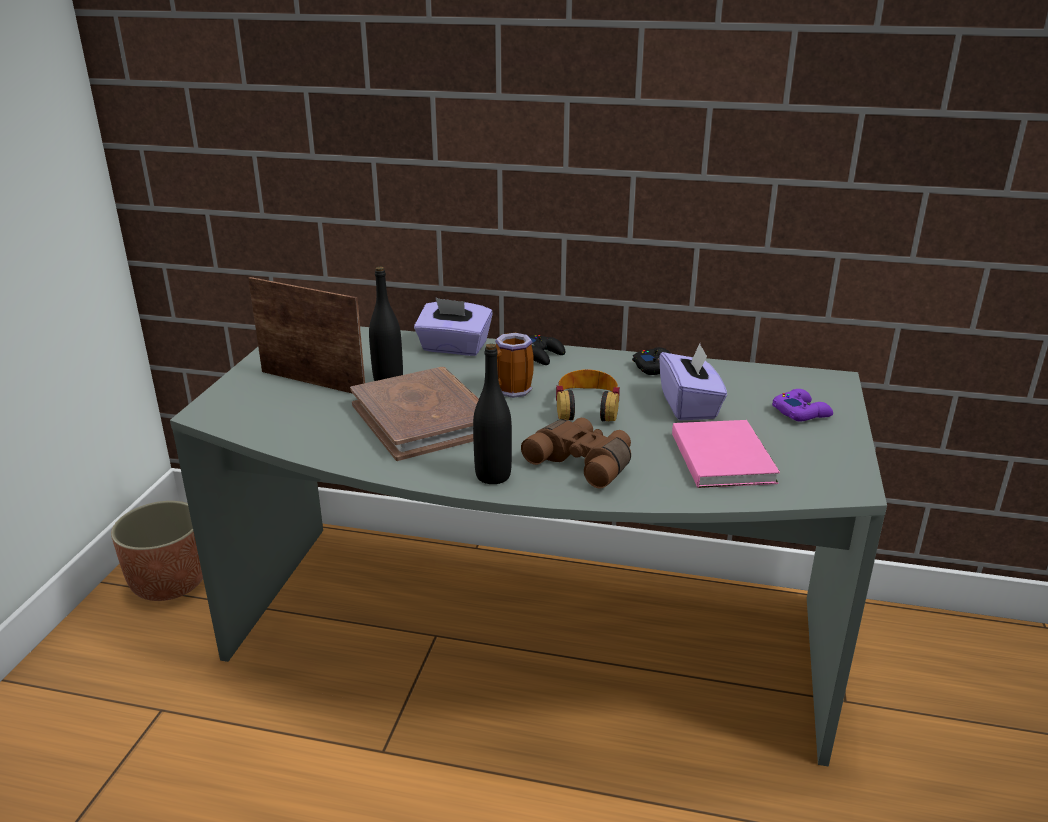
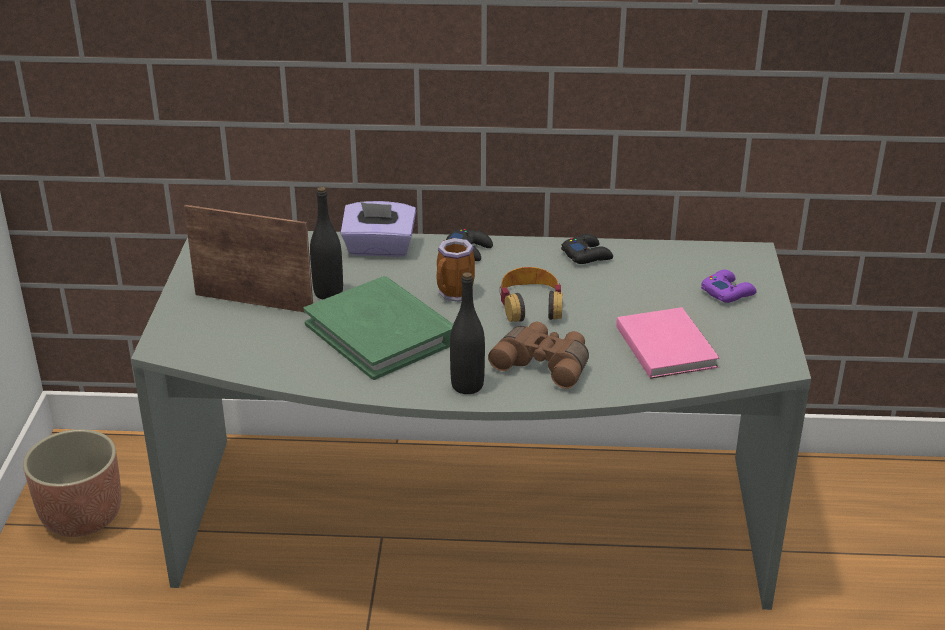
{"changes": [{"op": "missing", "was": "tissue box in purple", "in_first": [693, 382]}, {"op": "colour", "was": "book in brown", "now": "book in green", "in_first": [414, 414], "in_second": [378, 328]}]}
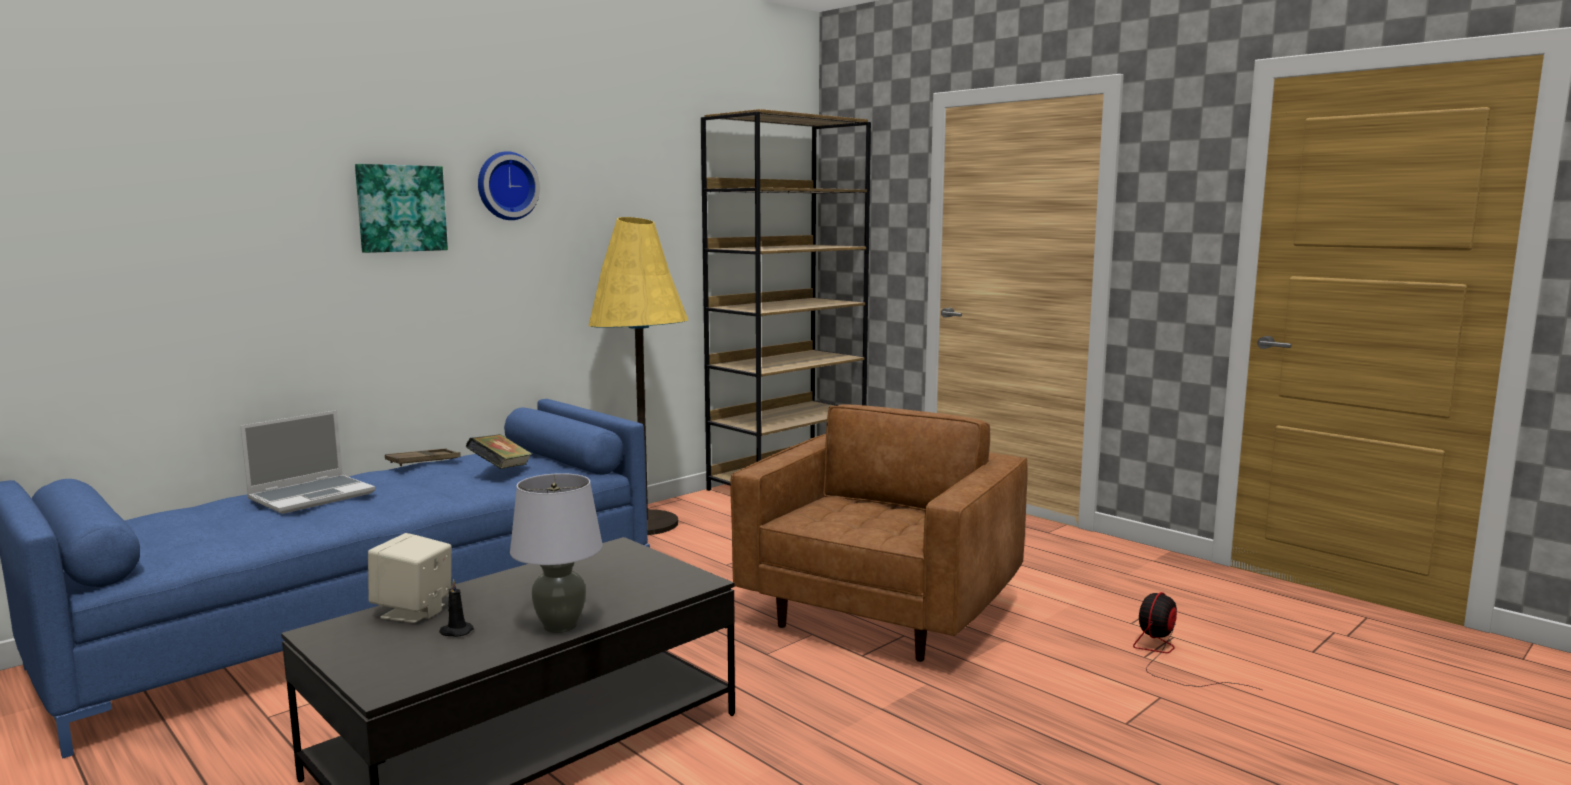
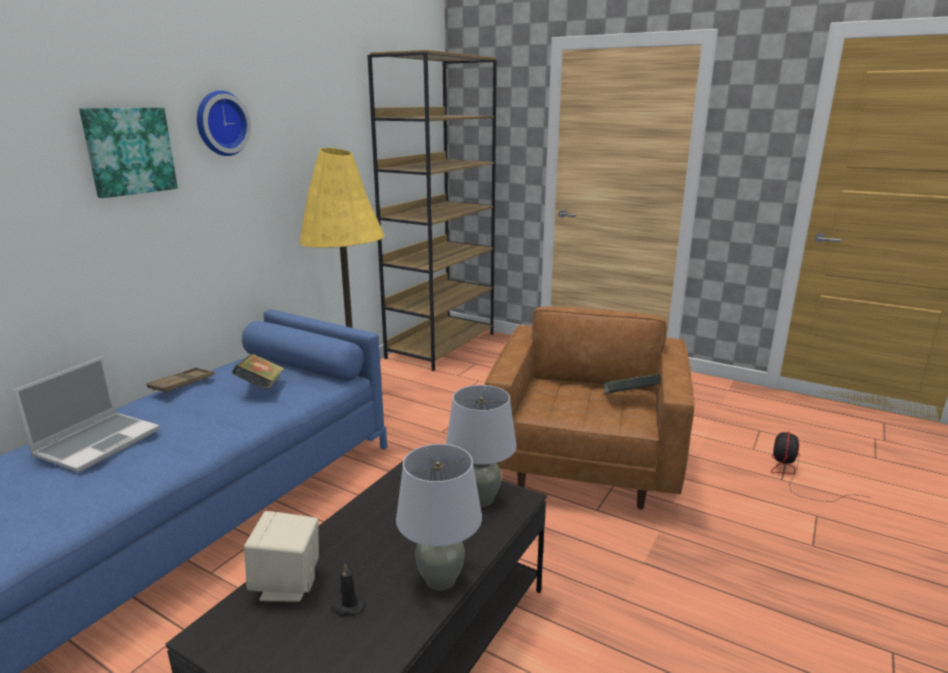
{"changes": [{"op": "appeared", "now": "table lamp in grey", "in_second": [481, 446]}, {"op": "appeared", "now": "book", "in_second": [631, 384]}]}
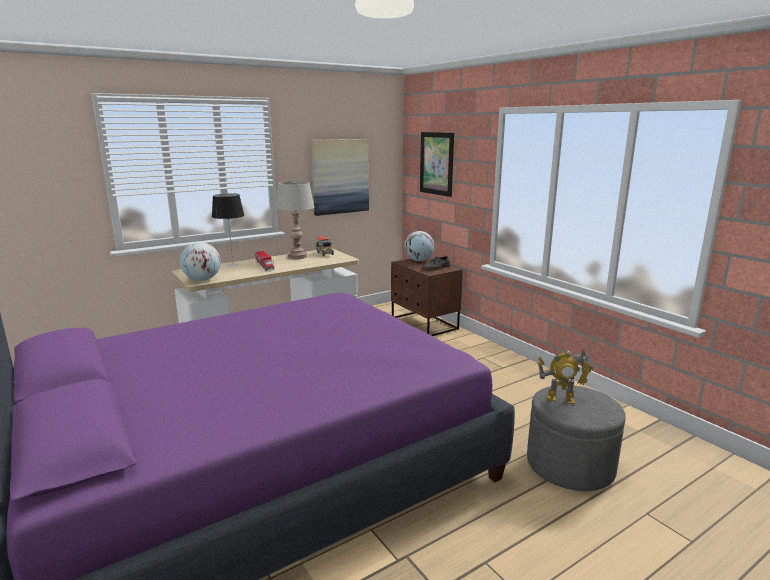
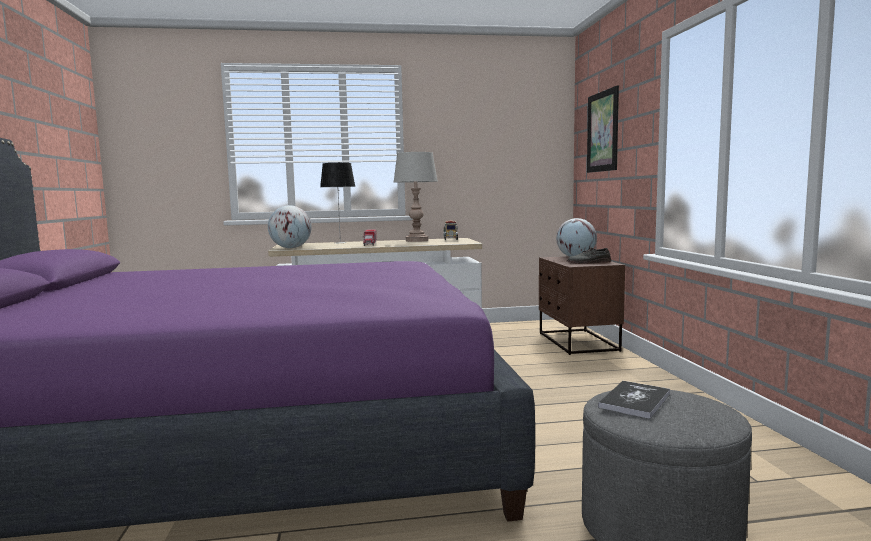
{"changes": [{"op": "missing", "was": "picture", "in_first": [340, 177]}, {"op": "exchanged", "was": "toy robot", "now": "book", "in_first": [565, 376], "in_second": [634, 400]}]}
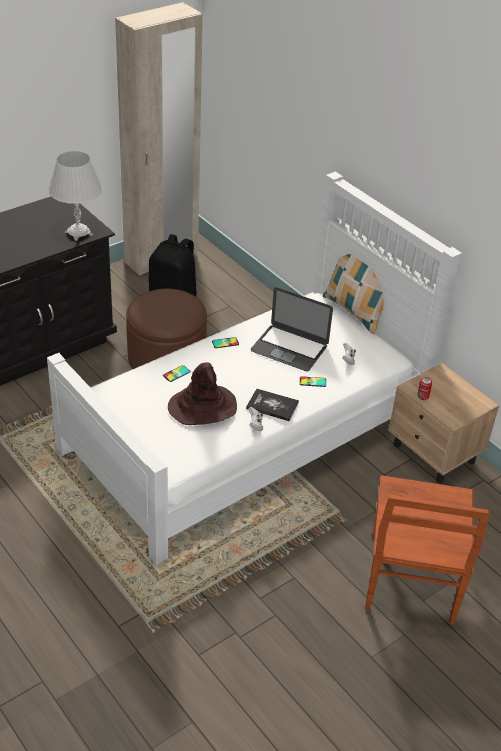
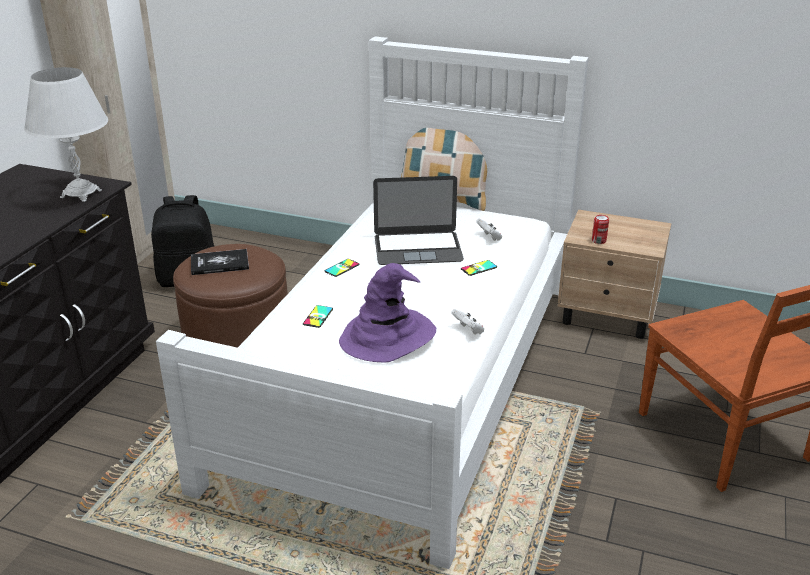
{"changes": [{"op": "relocated", "was": "book", "in_first": [272, 404], "in_second": [220, 262]}, {"op": "colour", "was": "hat in brown", "now": "hat in purple", "in_first": [202, 393], "in_second": [387, 313]}]}
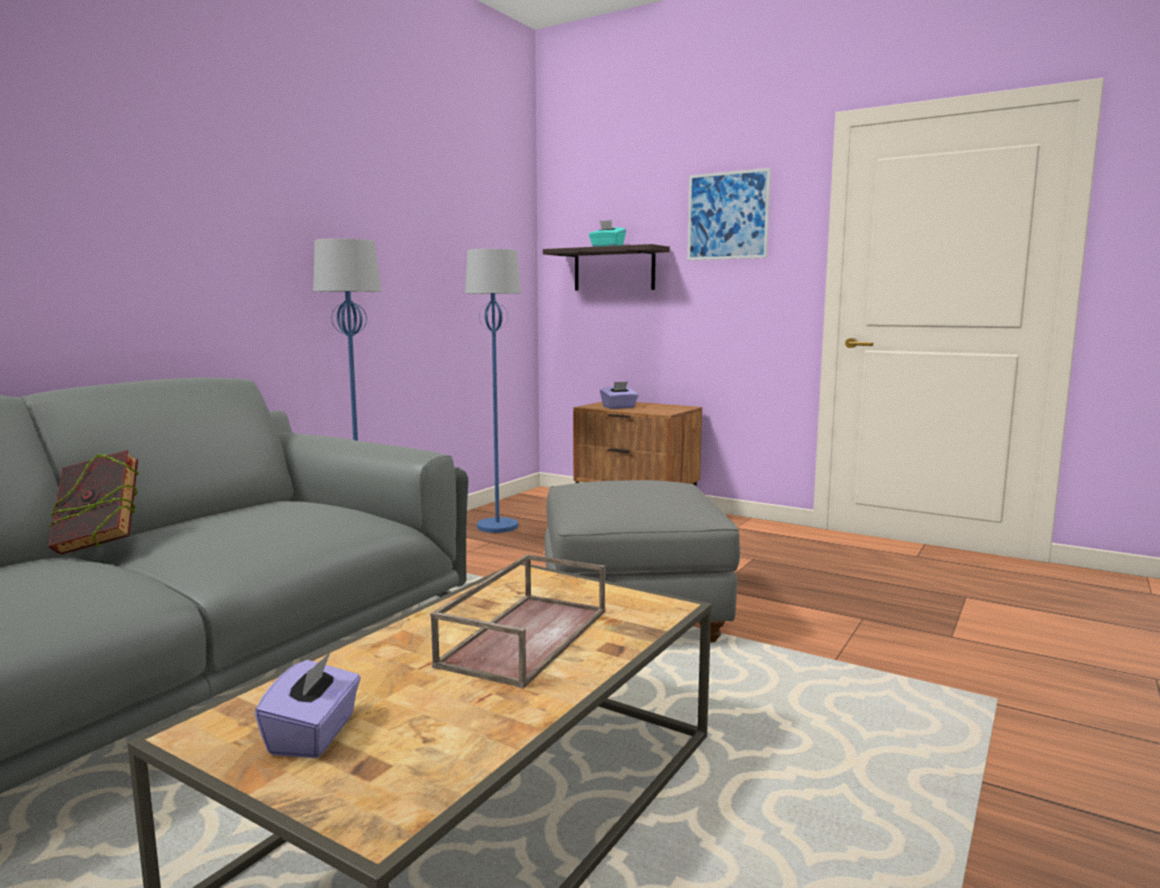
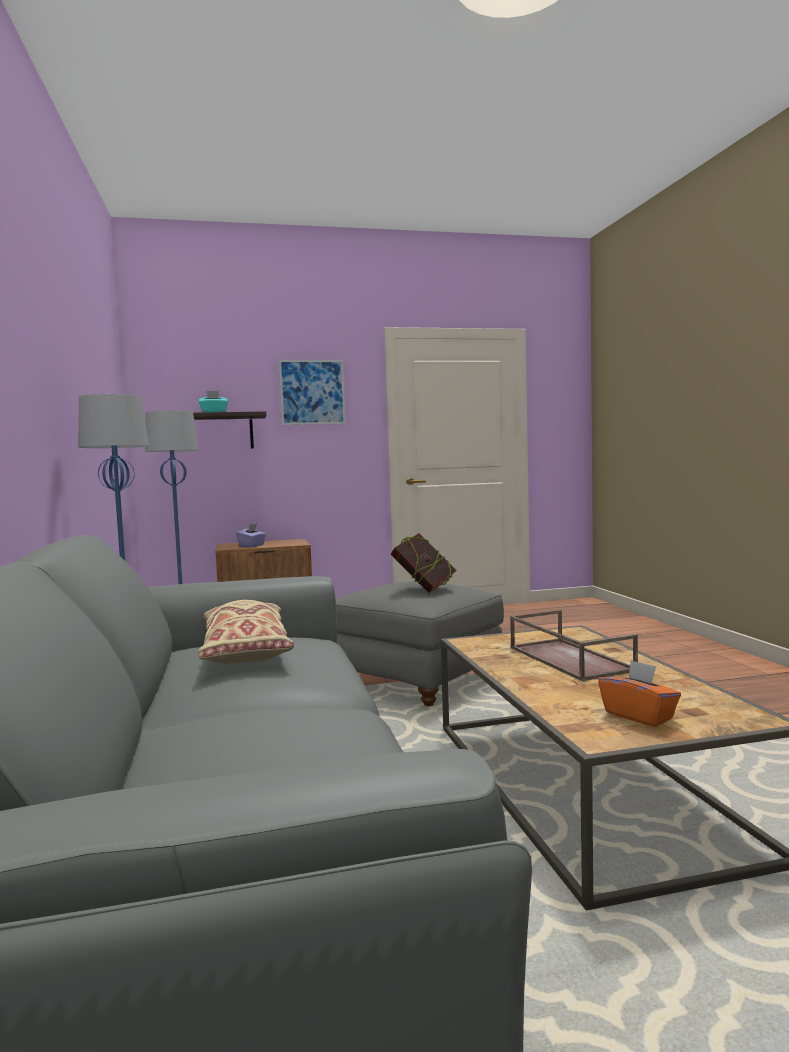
{"changes": [{"op": "appeared", "now": "pillow in beige", "in_second": [246, 632]}, {"op": "relocated", "was": "book", "in_first": [93, 502], "in_second": [424, 563]}, {"op": "colour", "was": "tissue box in purple", "now": "tissue box in orange", "in_first": [308, 705], "in_second": [639, 693]}]}
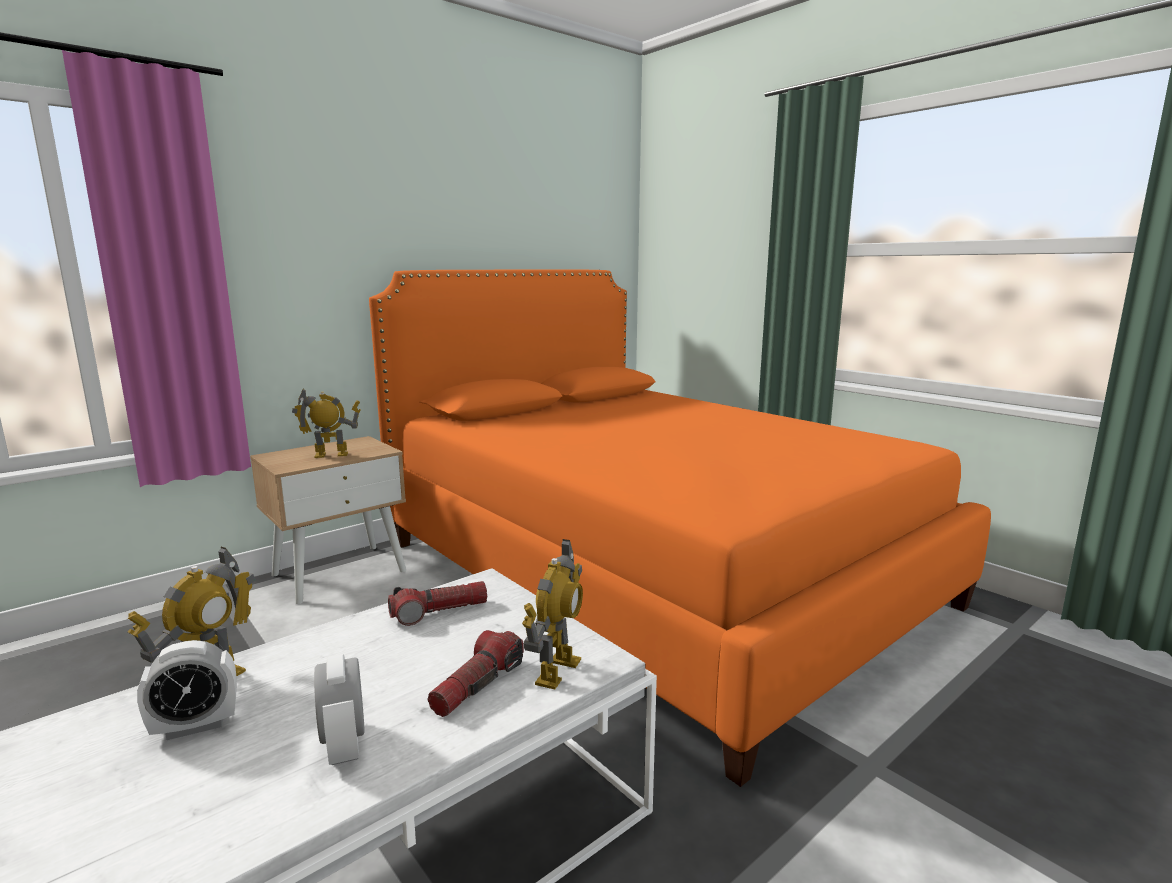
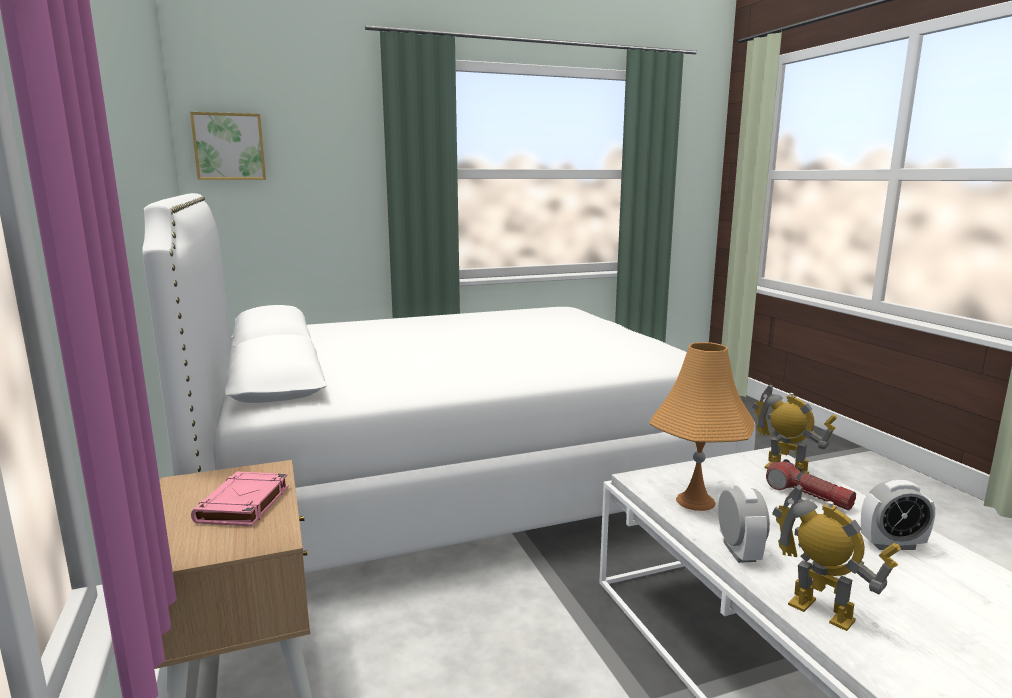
{"changes": [{"op": "appeared", "now": "picture", "in_second": [228, 146]}, {"op": "relocated", "was": "alarm clock", "in_first": [187, 690], "in_second": [744, 523]}, {"op": "exchanged", "was": "toy robot", "now": "book in pink", "in_first": [326, 423], "in_second": [240, 499]}, {"op": "exchanged", "was": "flashlight", "now": "table lamp in orange", "in_first": [437, 603], "in_second": [702, 426]}, {"op": "colour", "was": "bed in orange", "now": "bed in white", "in_first": [680, 528], "in_second": [449, 383]}]}
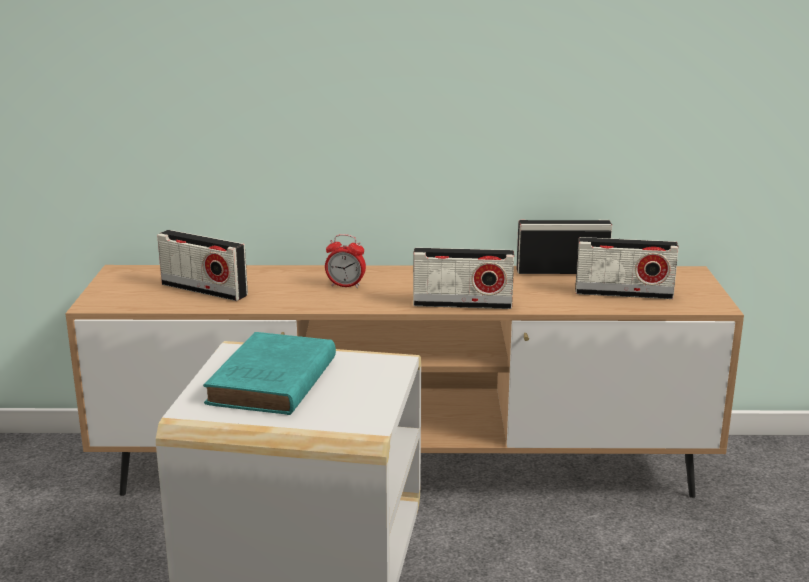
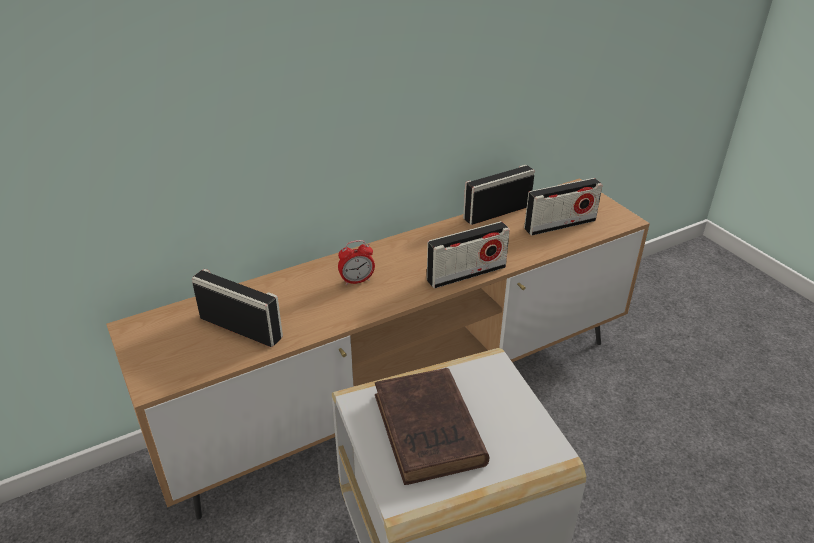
{"changes": [{"op": "colour", "was": "book in turquoise", "now": "book in brown", "in_first": [269, 373], "in_second": [432, 426]}, {"op": "spun", "was": "radio", "in_first": [202, 265], "in_second": [237, 308], "clockwise": -150}]}
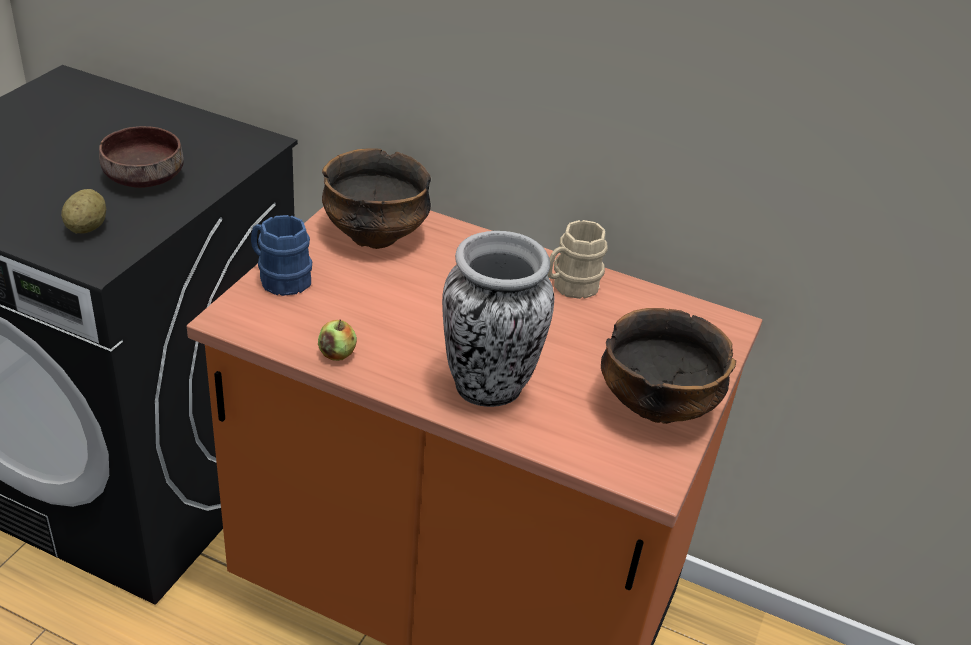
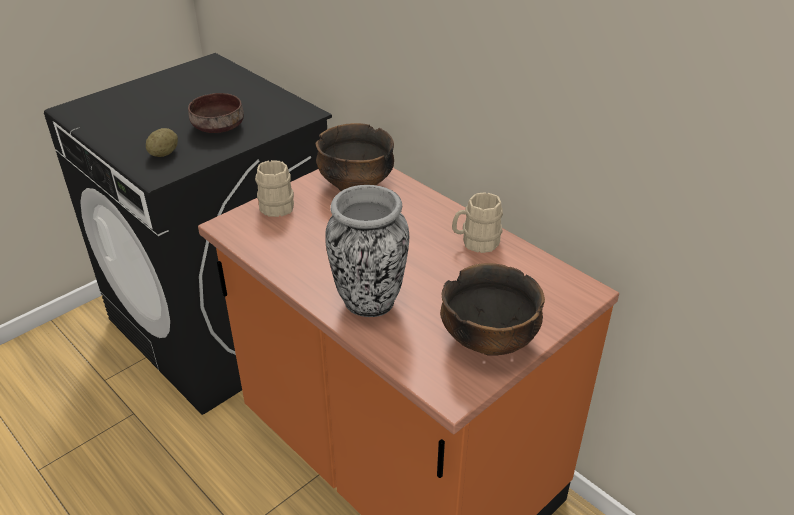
{"changes": [{"op": "missing", "was": "apple", "in_first": [337, 340]}, {"op": "colour", "was": "mug in blue", "now": "mug in beige", "in_first": [281, 255], "in_second": [274, 188]}]}
